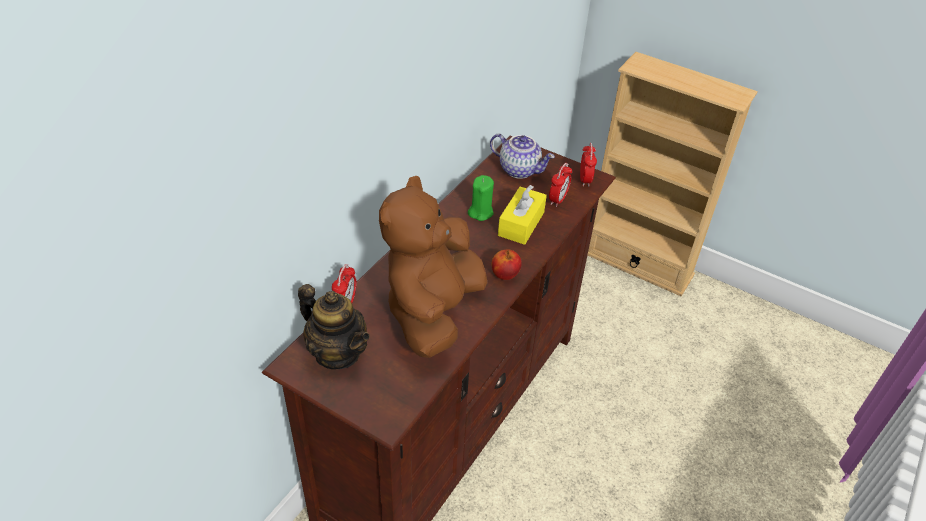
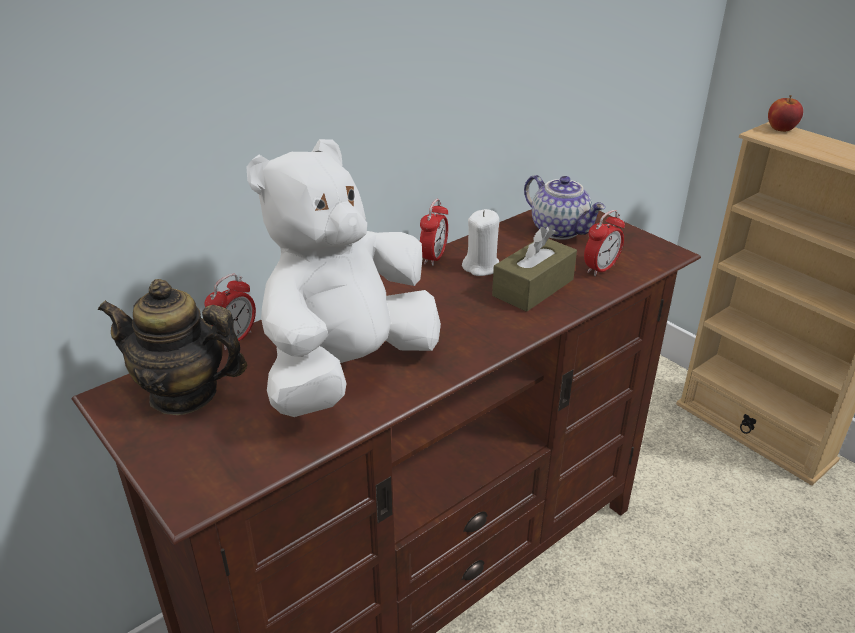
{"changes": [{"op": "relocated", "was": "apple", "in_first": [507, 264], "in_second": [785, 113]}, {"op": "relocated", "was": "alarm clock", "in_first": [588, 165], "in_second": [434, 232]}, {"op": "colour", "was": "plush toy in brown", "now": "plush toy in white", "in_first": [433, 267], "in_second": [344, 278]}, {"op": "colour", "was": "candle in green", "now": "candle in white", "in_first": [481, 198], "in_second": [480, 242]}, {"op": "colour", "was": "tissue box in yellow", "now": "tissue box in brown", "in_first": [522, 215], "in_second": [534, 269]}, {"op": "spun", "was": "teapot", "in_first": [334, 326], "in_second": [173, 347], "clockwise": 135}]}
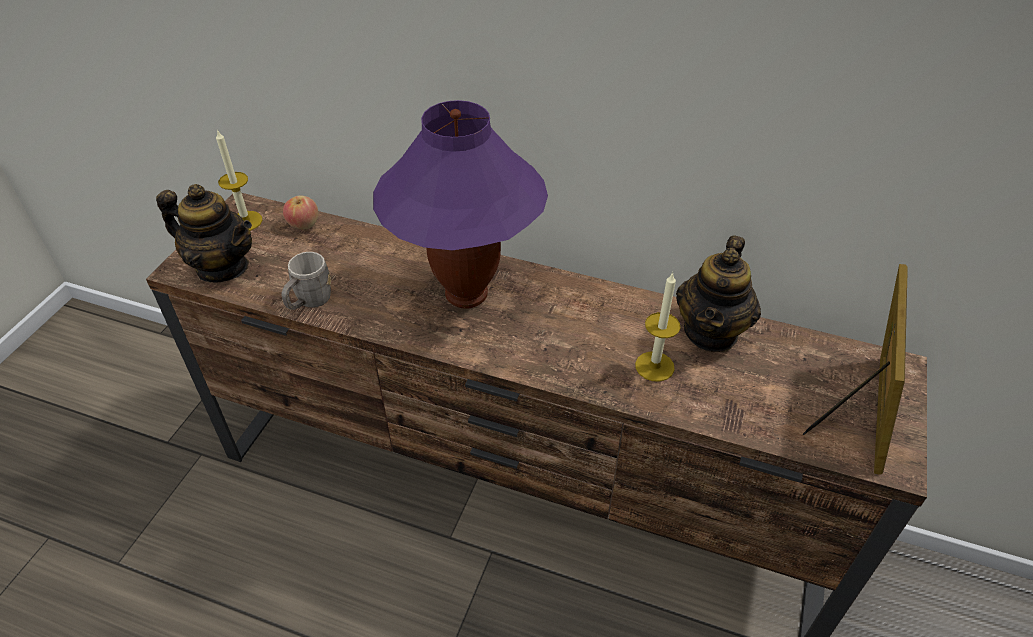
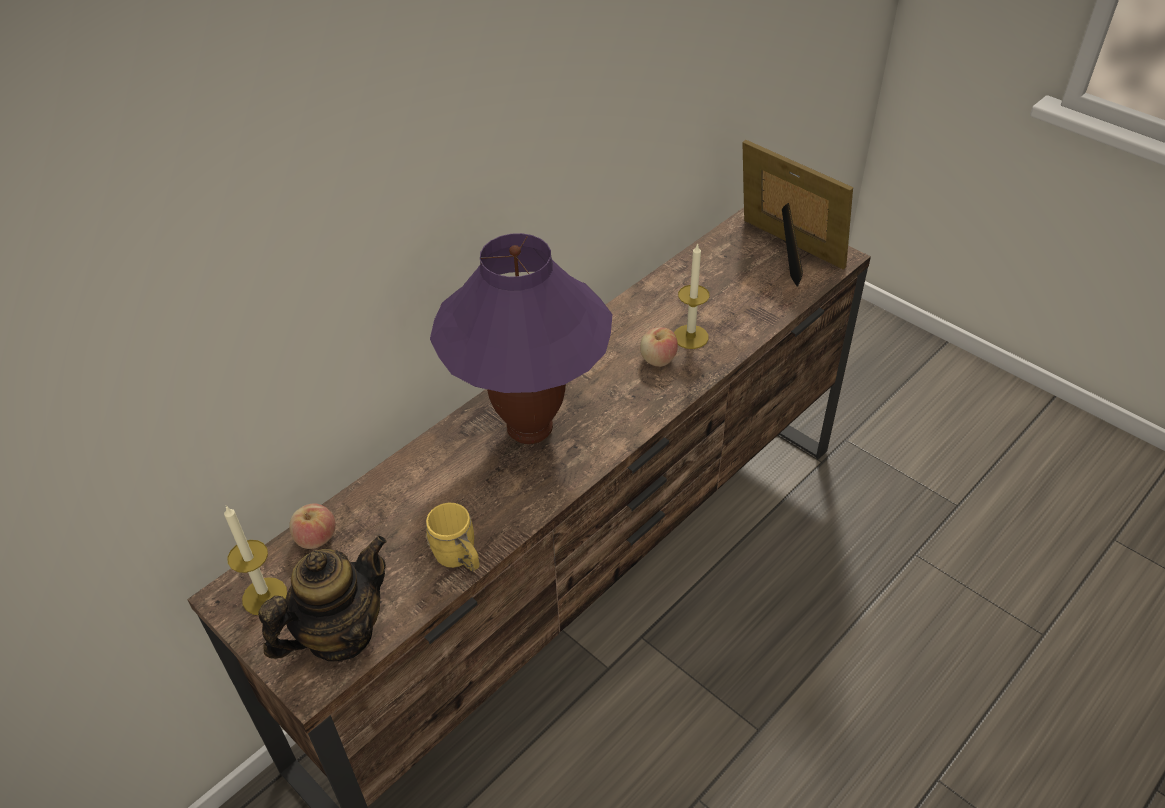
{"changes": [{"op": "missing", "was": "teapot", "in_first": [718, 293]}, {"op": "appeared", "now": "apple", "in_second": [659, 347]}, {"op": "colour", "was": "mug in grey", "now": "mug in yellow", "in_first": [306, 281], "in_second": [453, 537]}]}
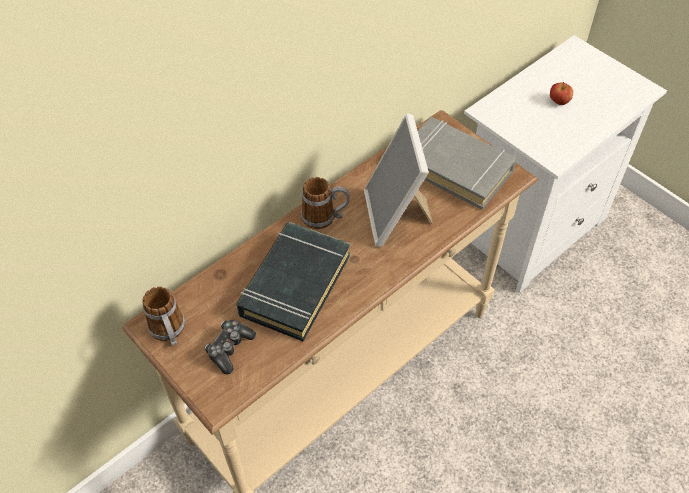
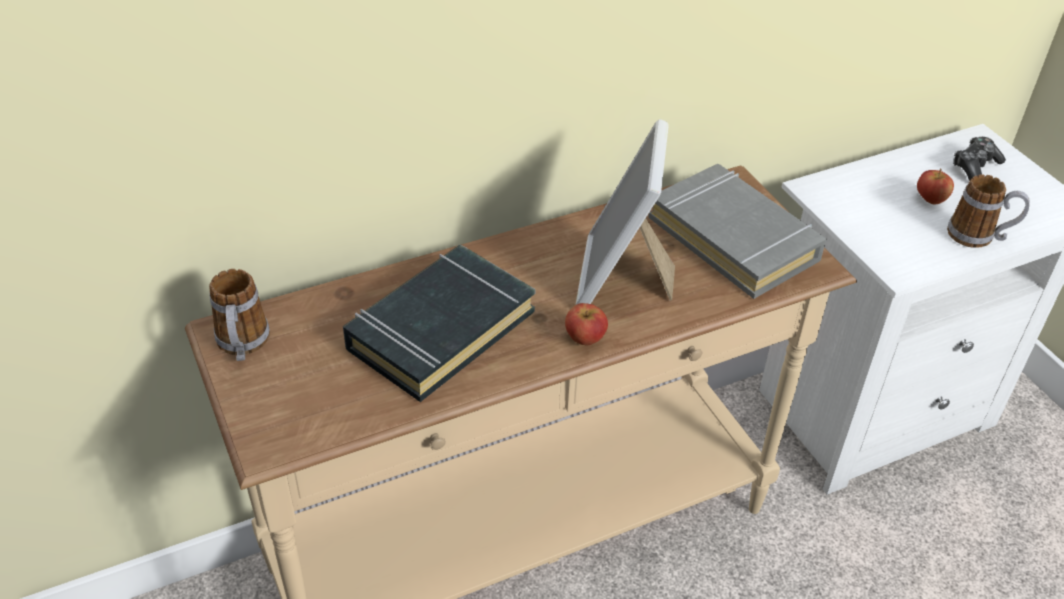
{"changes": [{"op": "appeared", "now": "apple", "in_second": [586, 324]}, {"op": "relocated", "was": "game controller", "in_first": [230, 347], "in_second": [979, 159]}, {"op": "relocated", "was": "mug", "in_first": [325, 203], "in_second": [988, 211]}]}
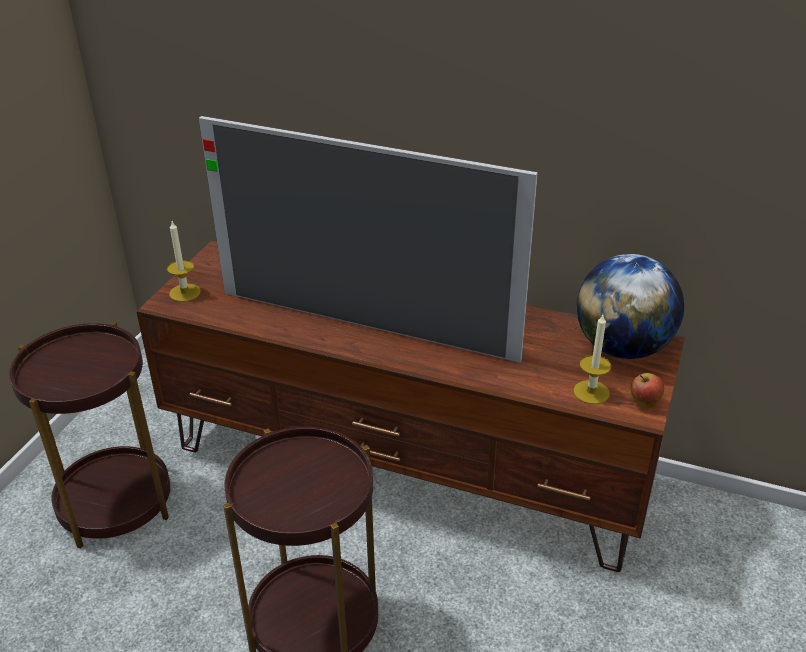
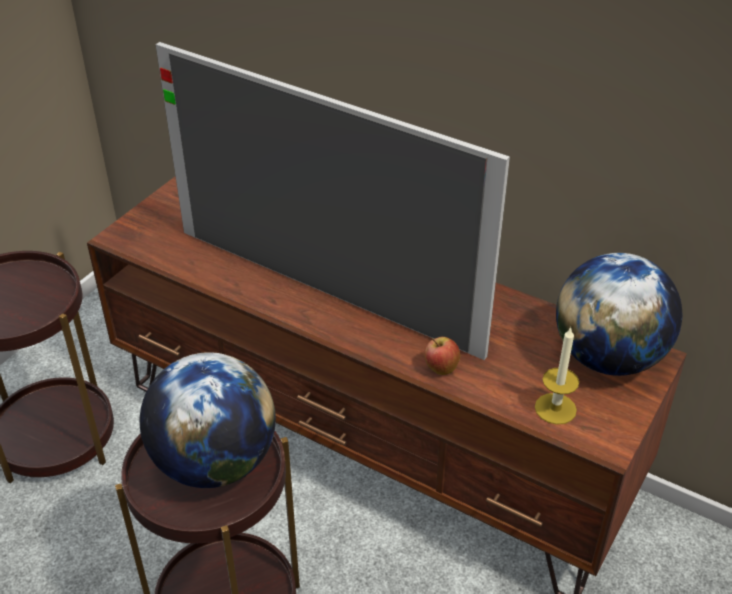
{"changes": [{"op": "missing", "was": "candle", "in_first": [184, 261]}, {"op": "appeared", "now": "globe", "in_second": [208, 420]}, {"op": "relocated", "was": "apple", "in_first": [647, 390], "in_second": [442, 356]}]}
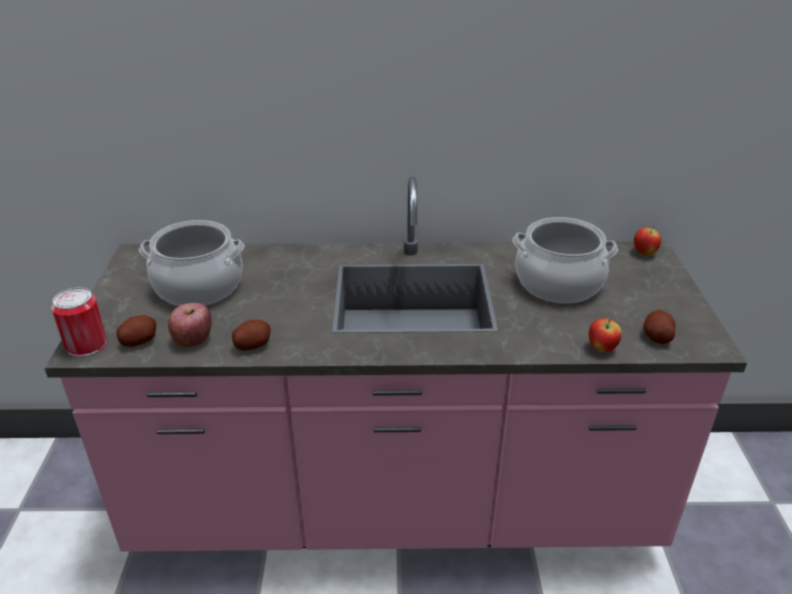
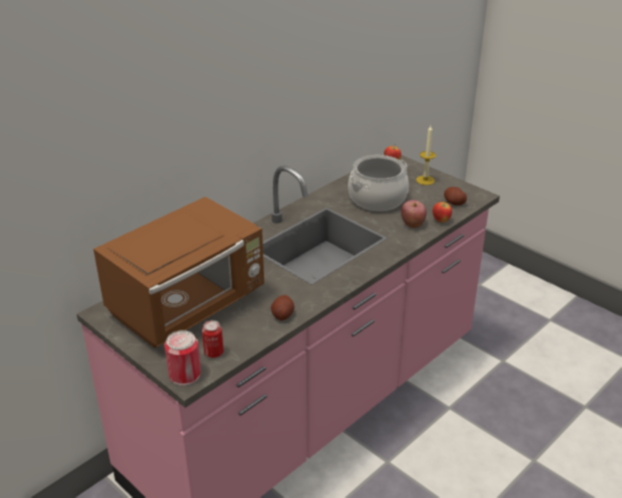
{"changes": [{"op": "appeared", "now": "candle", "in_second": [426, 155]}, {"op": "relocated", "was": "apple", "in_first": [190, 325], "in_second": [414, 214]}, {"op": "exchanged", "was": "potato", "now": "can", "in_first": [136, 331], "in_second": [213, 339]}, {"op": "exchanged", "was": "cooking pot", "now": "microwave in brown", "in_first": [192, 263], "in_second": [178, 272]}]}
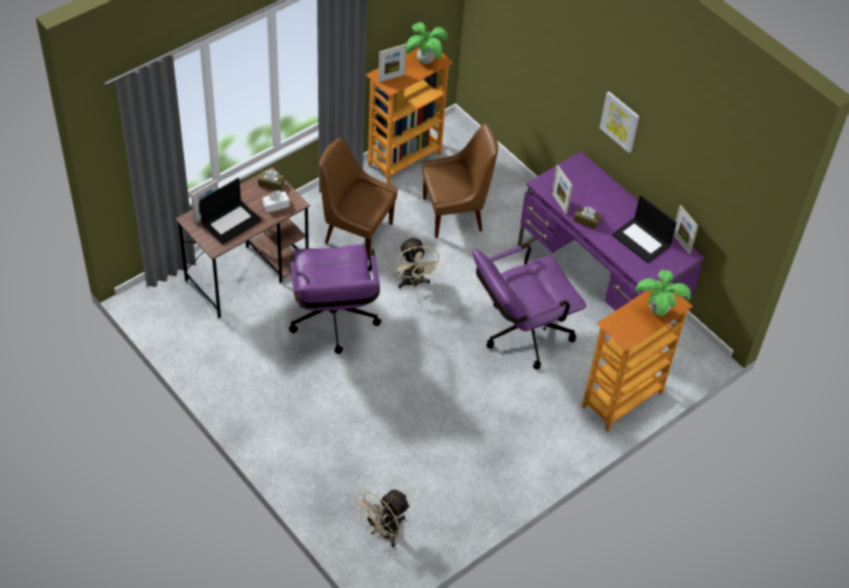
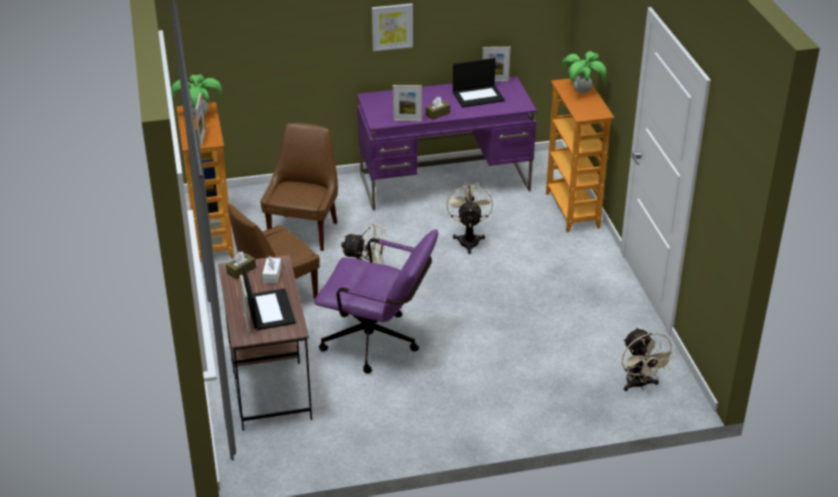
{"changes": [{"op": "exchanged", "was": "office chair in purple", "now": "fan in beige", "in_first": [529, 306], "in_second": [469, 217]}]}
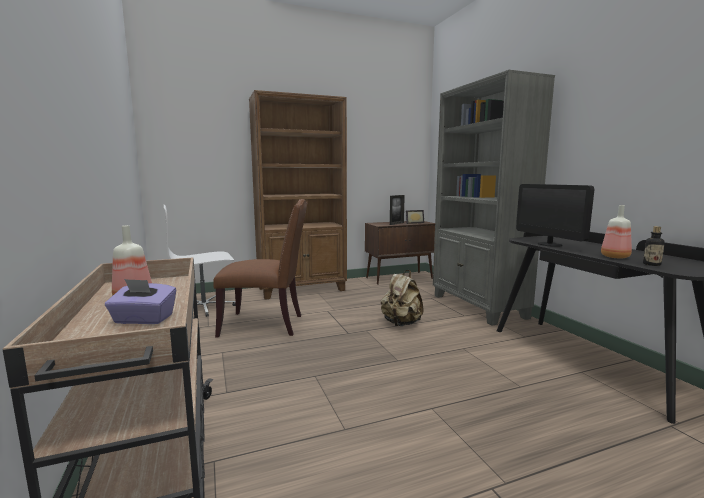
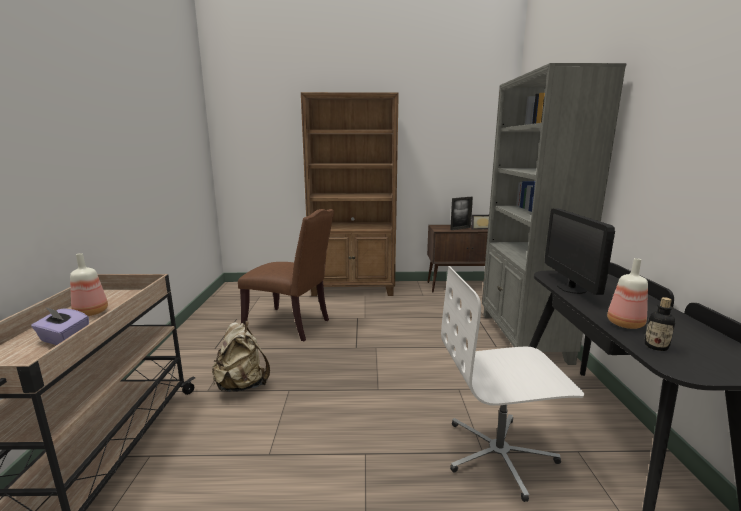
{"changes": [{"op": "relocated", "was": "office chair in white", "in_first": [200, 261], "in_second": [512, 384]}, {"op": "relocated", "was": "backpack in beige", "in_first": [402, 298], "in_second": [241, 356]}]}
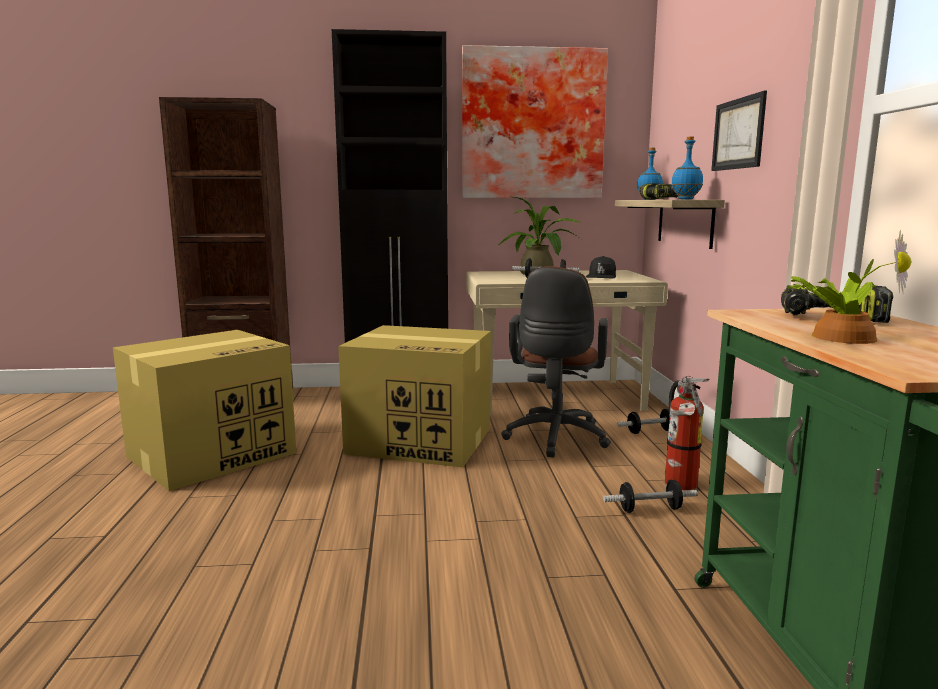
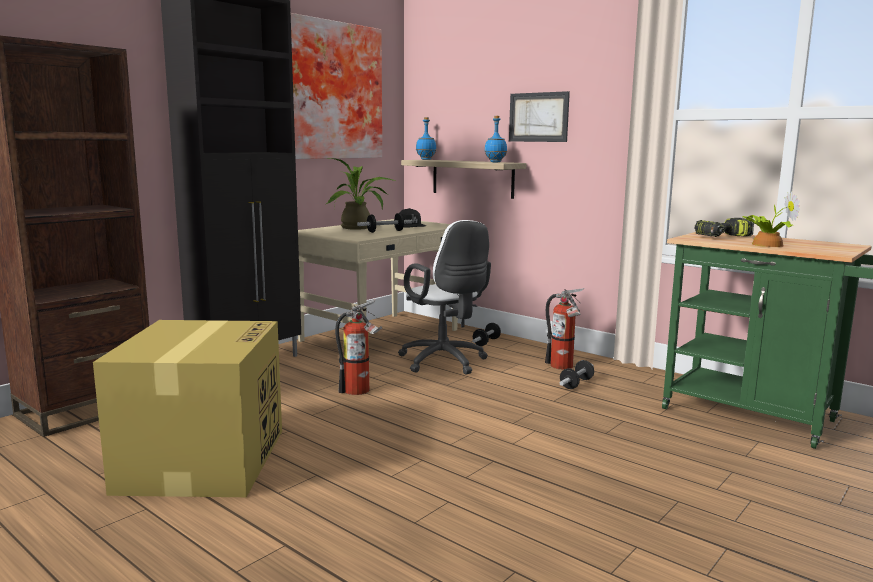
{"changes": [{"op": "missing", "was": "power drill", "in_first": [659, 191]}, {"op": "exchanged", "was": "cardboard box", "now": "fire extinguisher", "in_first": [414, 396], "in_second": [358, 347]}, {"op": "colour", "was": "office chair in brown", "now": "office chair in white", "in_first": [556, 361], "in_second": [444, 297]}]}
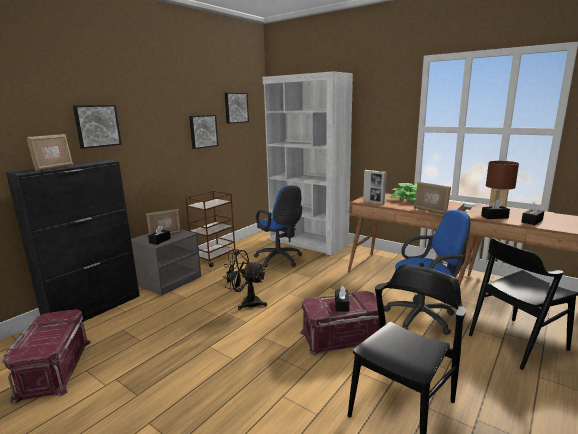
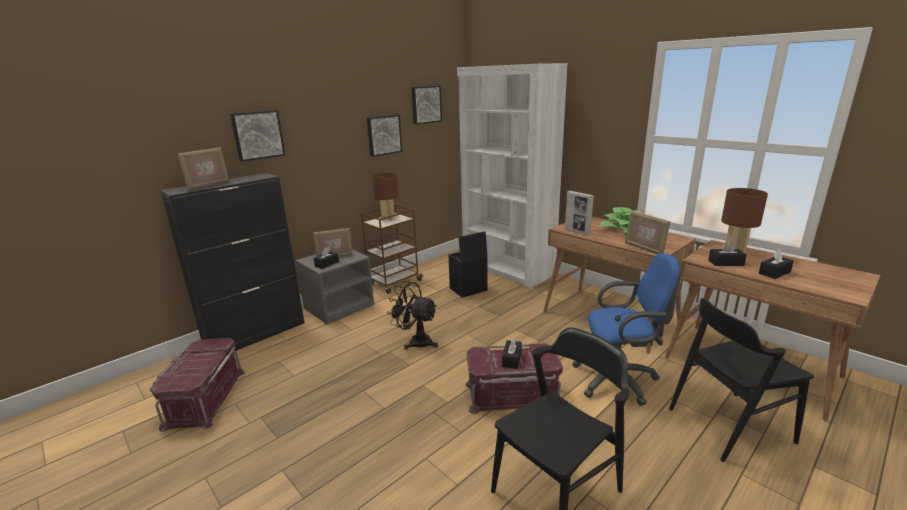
{"changes": [{"op": "appeared", "now": "table lamp in brown", "in_second": [385, 197]}, {"op": "exchanged", "was": "office chair in blue", "now": "storage box in black", "in_first": [278, 227], "in_second": [468, 264]}]}
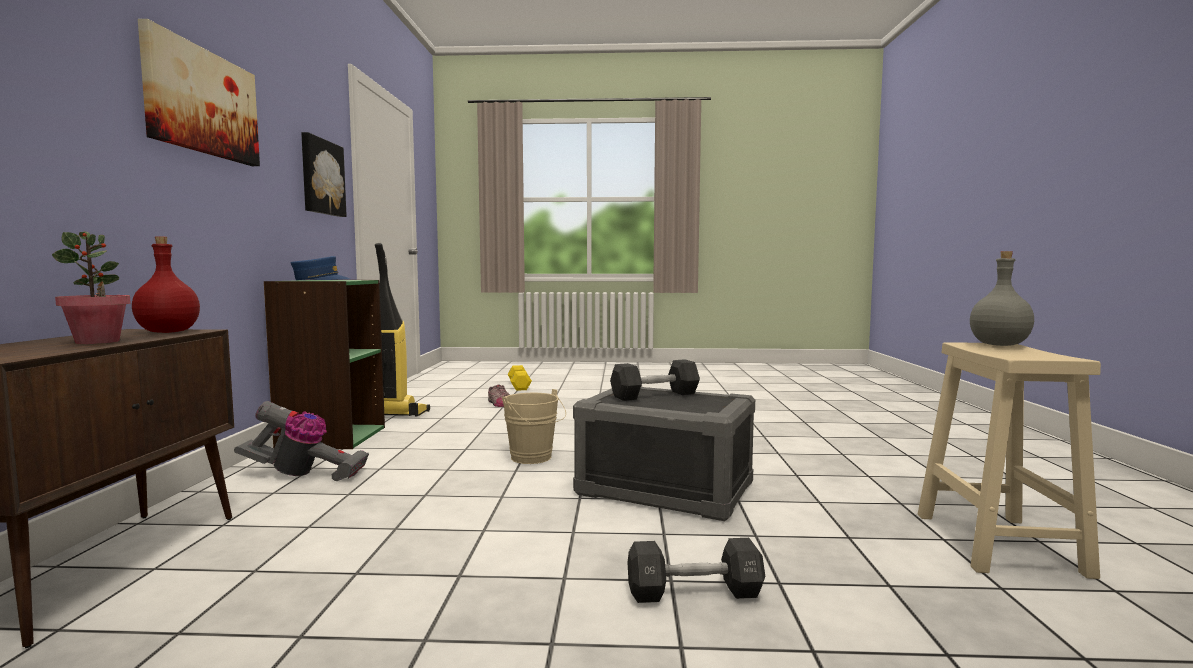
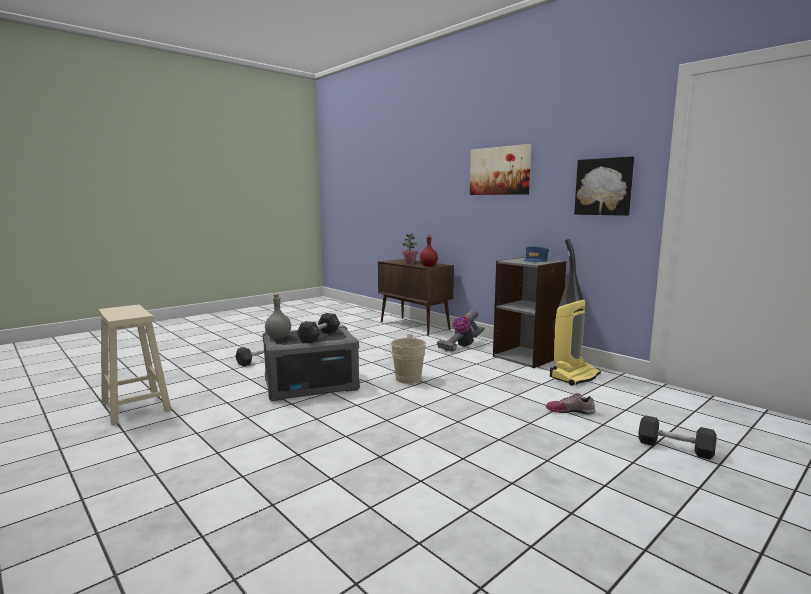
{"changes": [{"op": "relocated", "was": "bottle in grey", "in_first": [1002, 298], "in_second": [278, 316]}, {"op": "colour", "was": "bookcase in green", "now": "bookcase in grey", "in_first": [324, 364], "in_second": [530, 312]}, {"op": "colour", "was": "dumbbell in yellow", "now": "dumbbell in black", "in_first": [520, 378], "in_second": [678, 437]}]}
